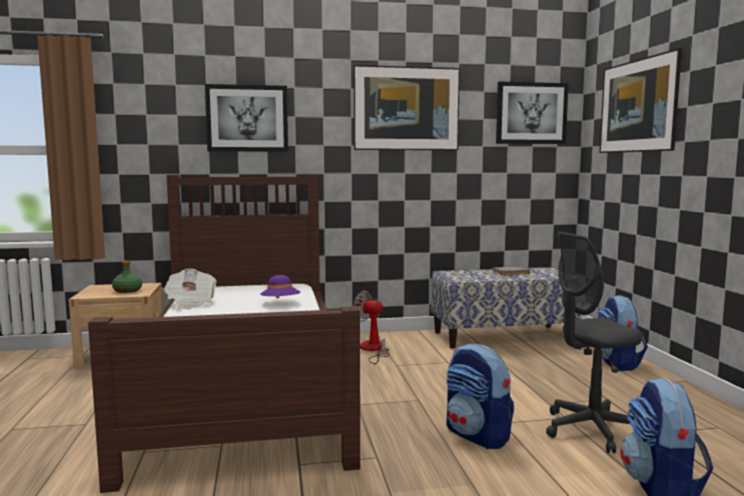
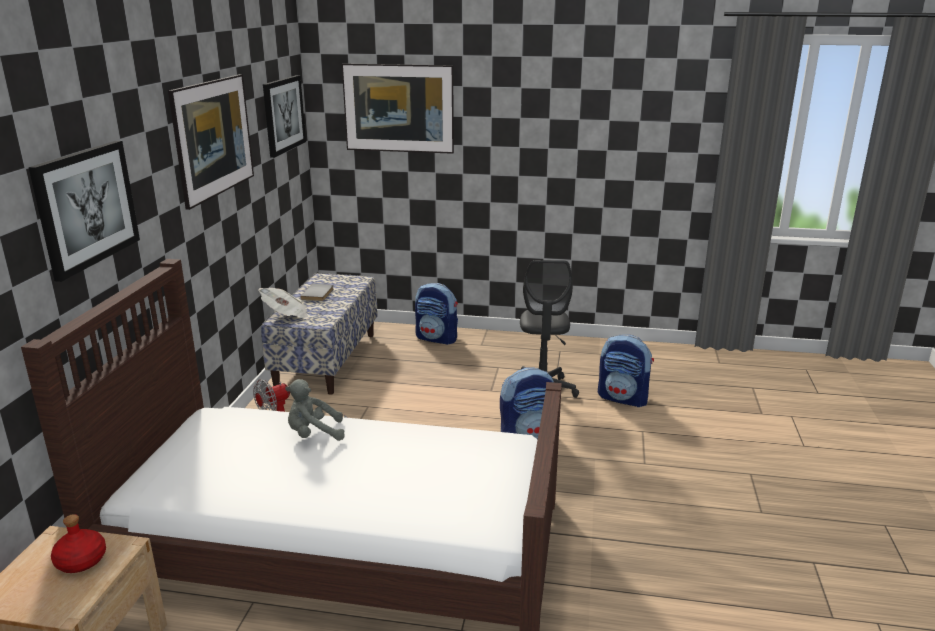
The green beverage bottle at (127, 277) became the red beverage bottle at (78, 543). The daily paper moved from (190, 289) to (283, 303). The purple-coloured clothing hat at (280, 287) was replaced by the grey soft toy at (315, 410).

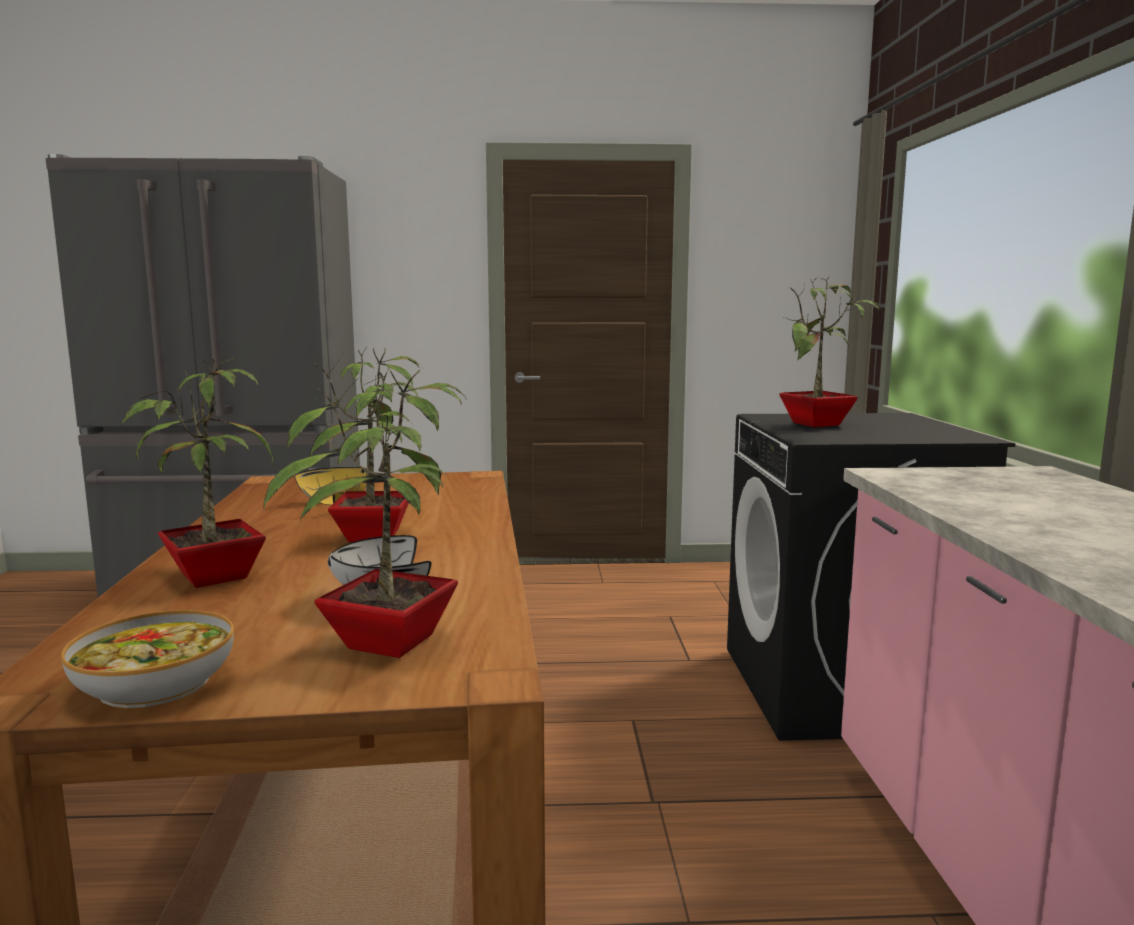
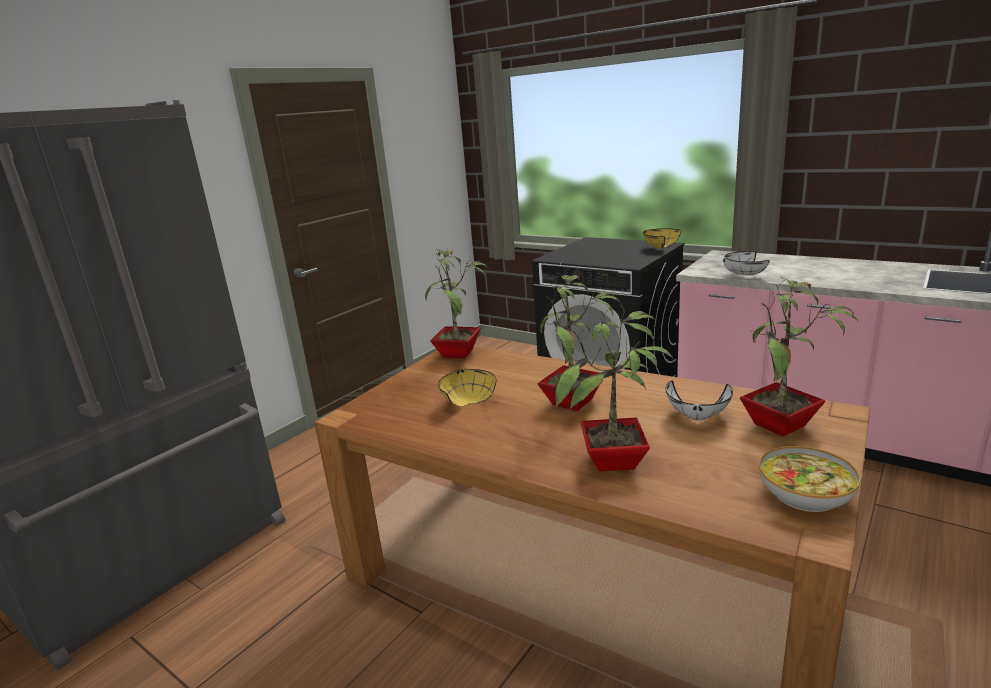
The potted plant moved from (830, 351) to (456, 304). The yellow bowl at (662, 238) appeared. The white-coloured bowl at (746, 263) appeared.

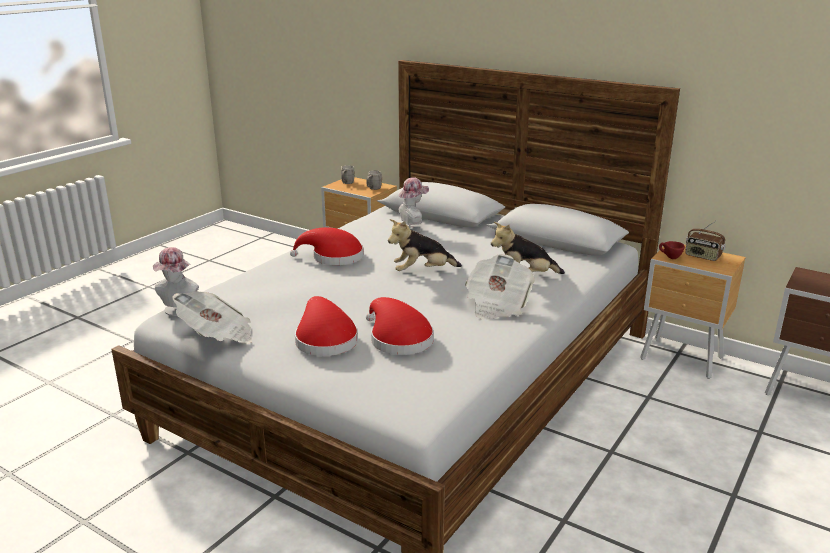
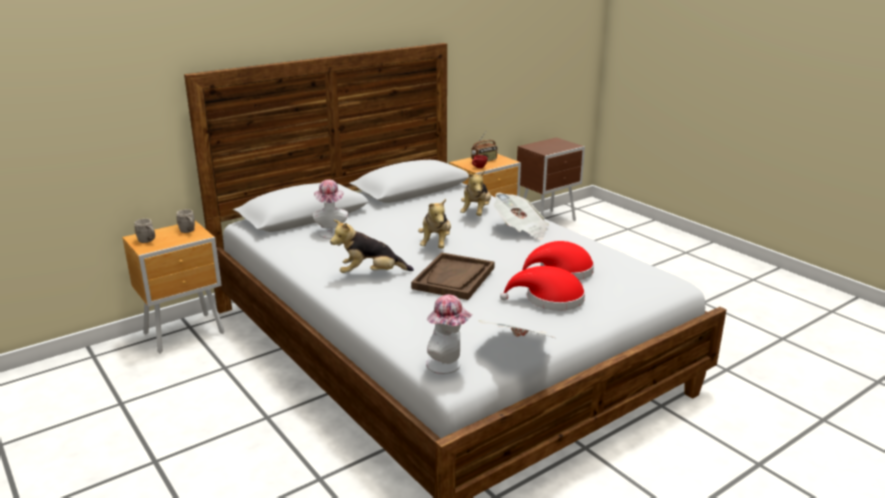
The red clothing hat at (326, 246) was replaced by the soft toy at (372, 246). The brown carrying tray at (453, 276) appeared.

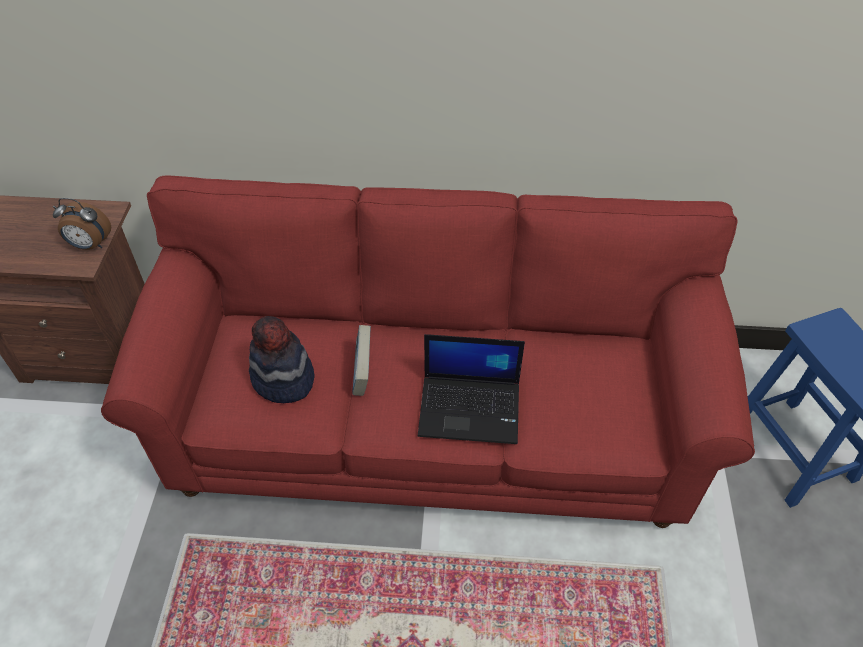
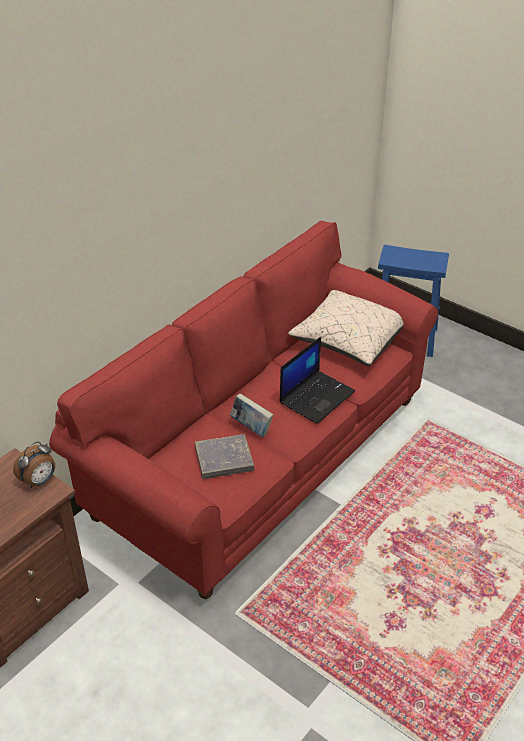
The clothing hat at (281, 359) was replaced by the grey bound book at (224, 456). The sand-coloured pillow at (346, 328) appeared.

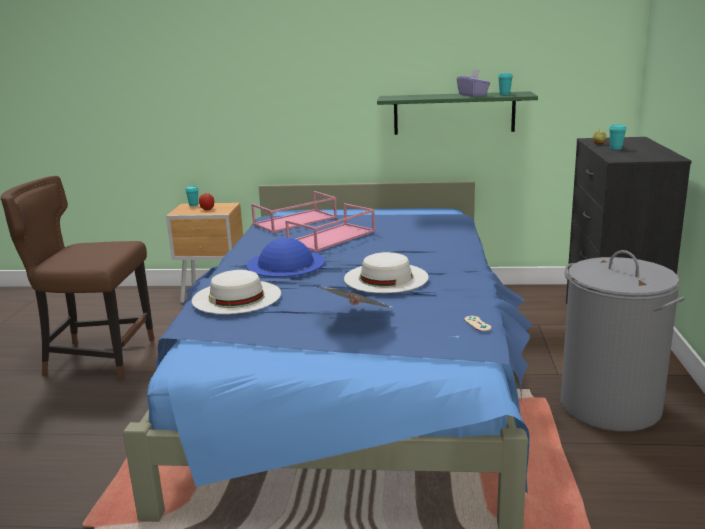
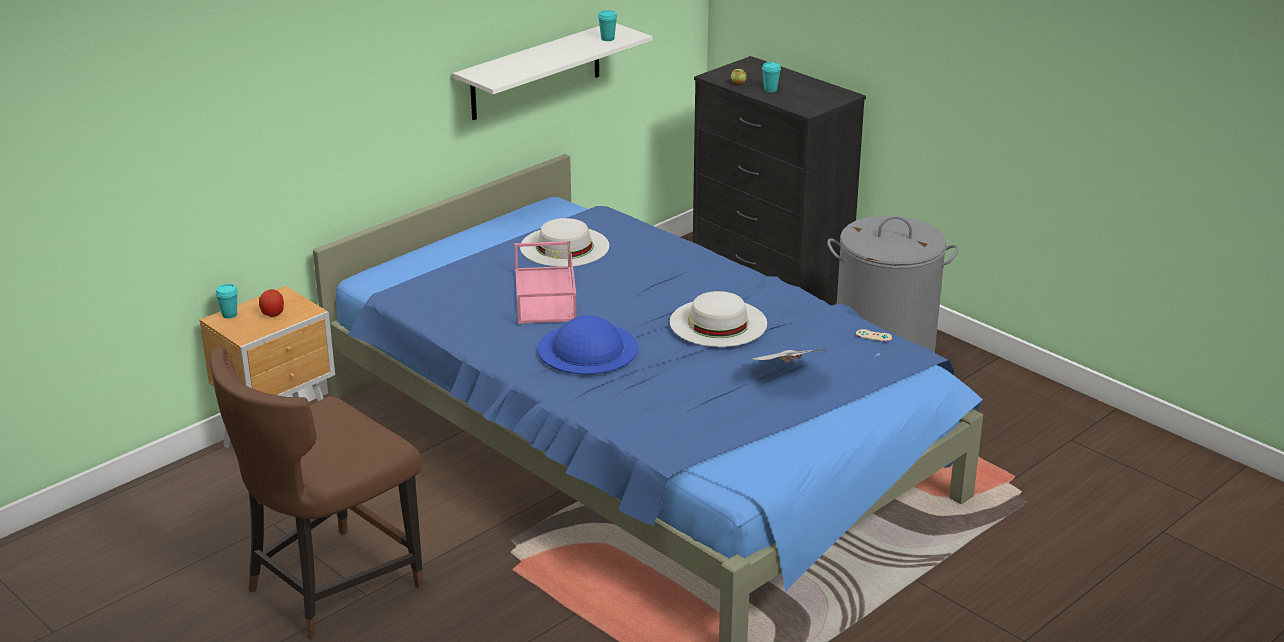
The purple-coloured tissue box at (473, 83) disappeared. The green bracket shelf at (457, 113) became the white-coloured bracket shelf at (552, 71). The pink carrying tray at (294, 212) disappeared. The white-coloured clothing hat moved from (236, 292) to (564, 242).

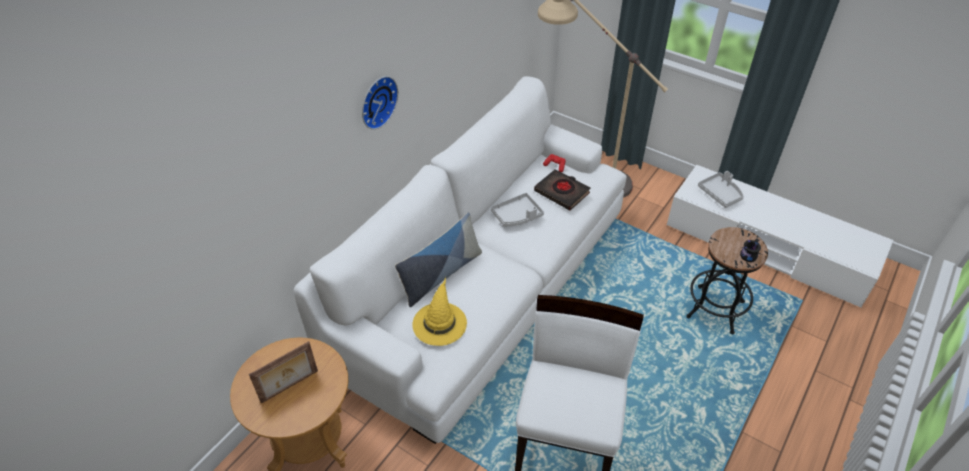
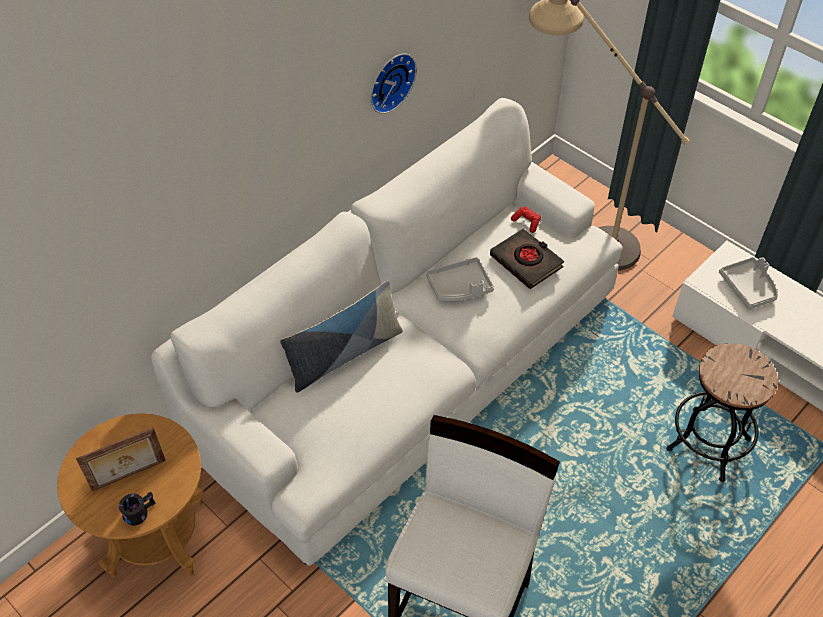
The clock on the wall moved from (380, 103) to (394, 84). The black tea mug moved from (750, 250) to (137, 508). The yellow clothing hat at (440, 311) disappeared.

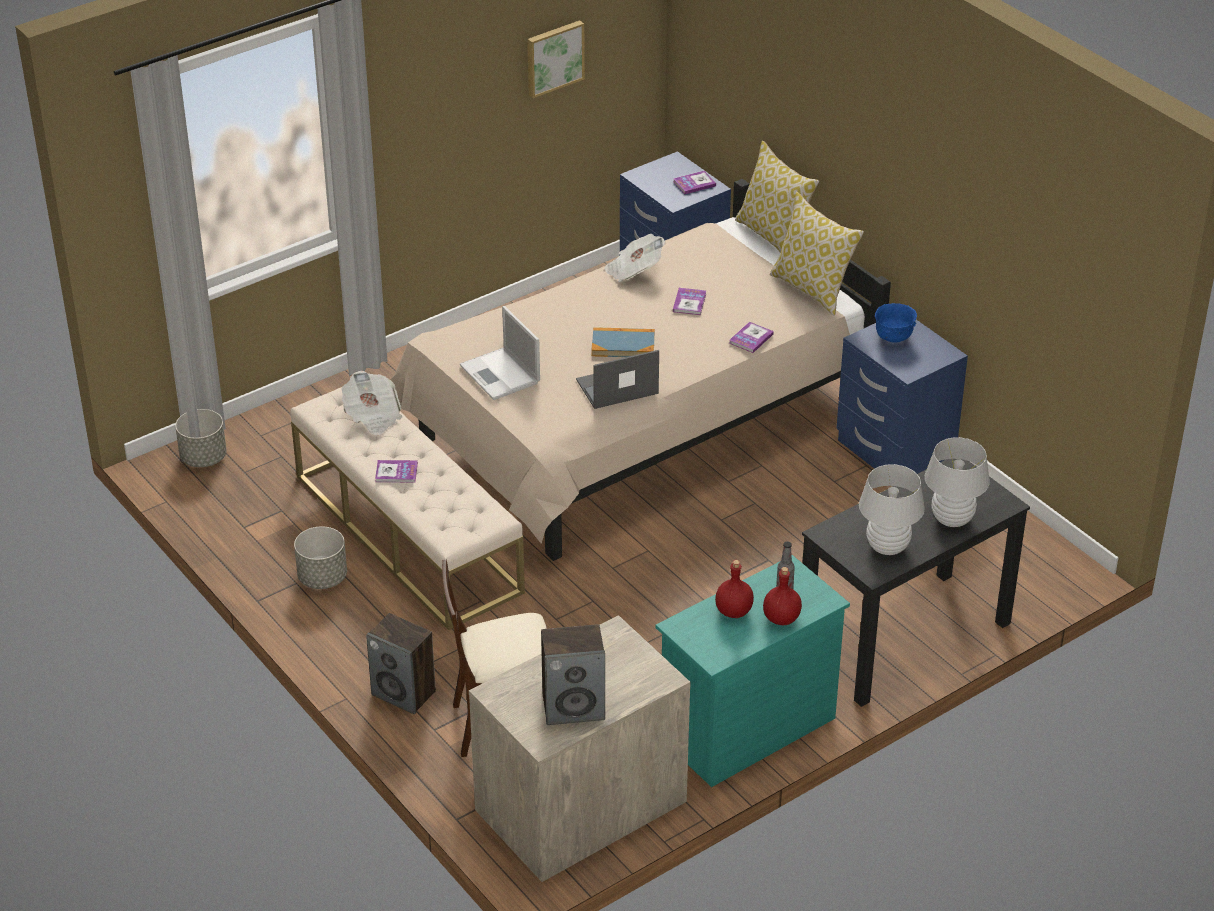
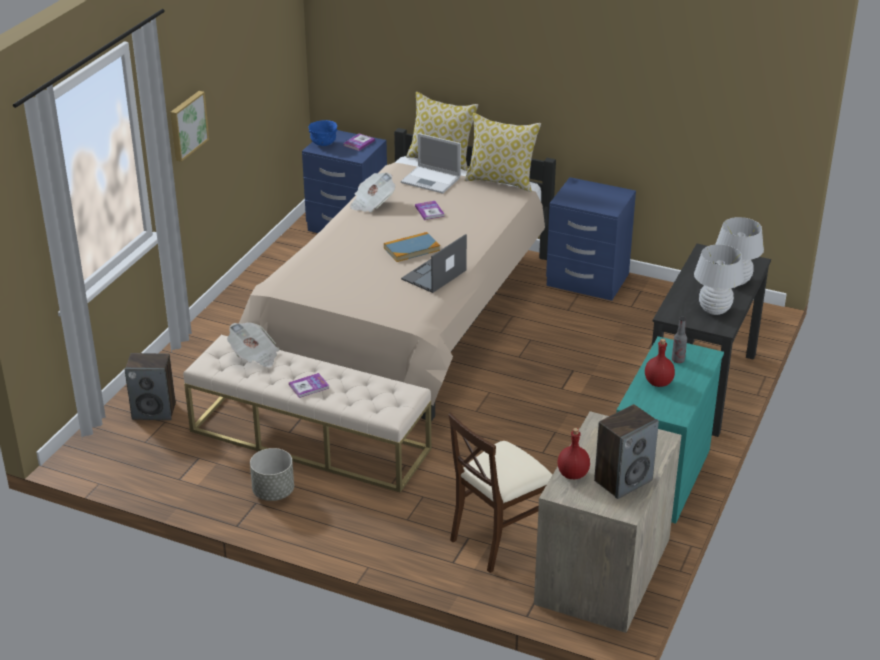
The wall art moved from (556, 59) to (189, 126). The blue-coloured bowl moved from (896, 323) to (323, 133). The laptop moved from (500, 353) to (431, 163). The bound book at (751, 337) disappeared. The grey flower pot at (201, 438) disappeared. The red beverage bottle moved from (782, 596) to (574, 453). The speaker moved from (401, 663) to (150, 386).

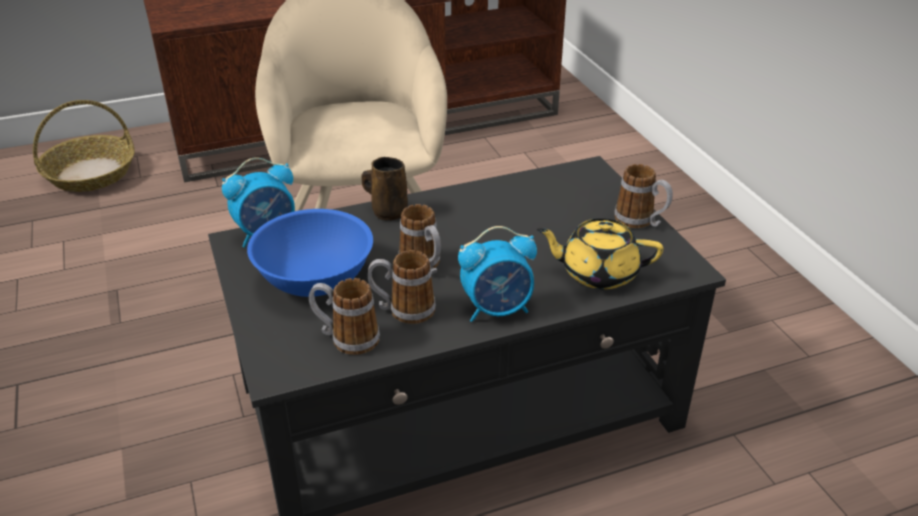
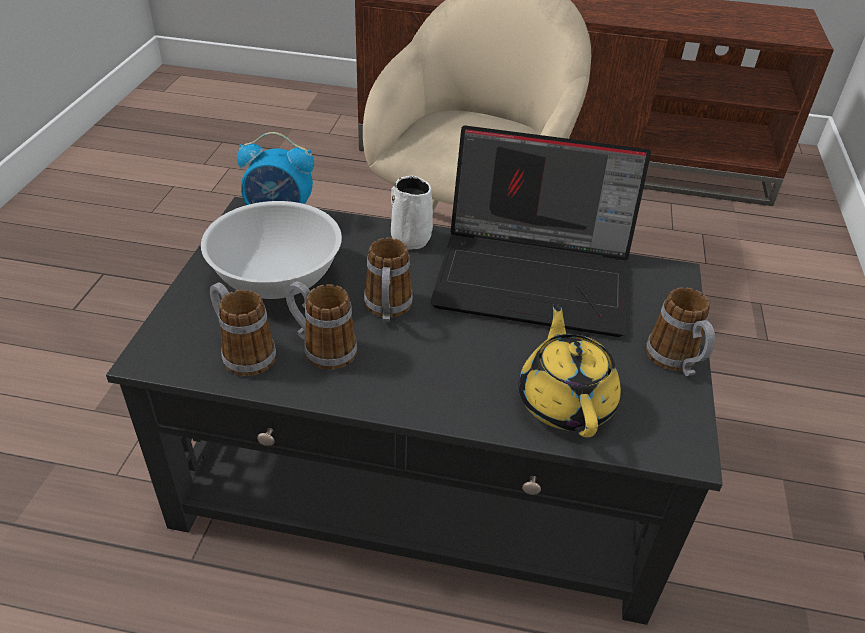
The basket at (84, 146) disappeared. The brown tea mug at (385, 188) became the white-coloured tea mug at (412, 213). The blue-coloured bowl at (310, 253) became the white-coloured bowl at (271, 250). The yellow pot for tea at (600, 253) turned 45 degrees clockwise. The alarm clock at (497, 274) disappeared. The laptop at (541, 231) appeared.

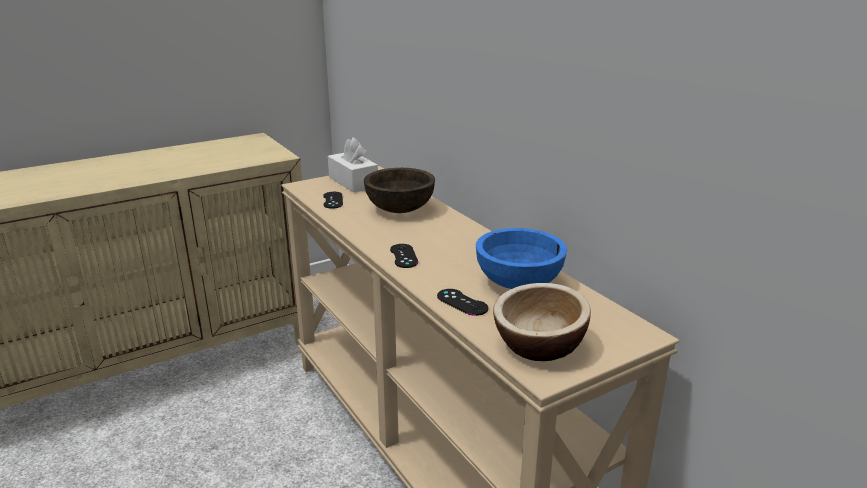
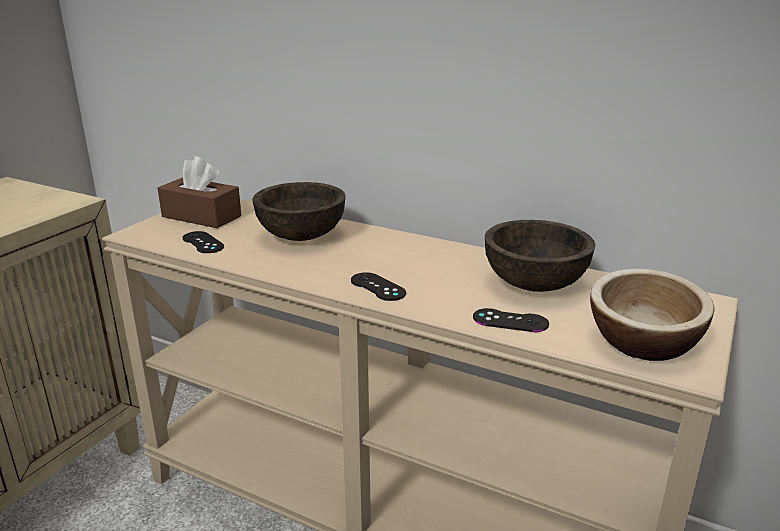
The white-coloured tissue box at (353, 165) became the brown tissue box at (199, 192). The blue-coloured bowl at (521, 258) became the brown bowl at (540, 256).

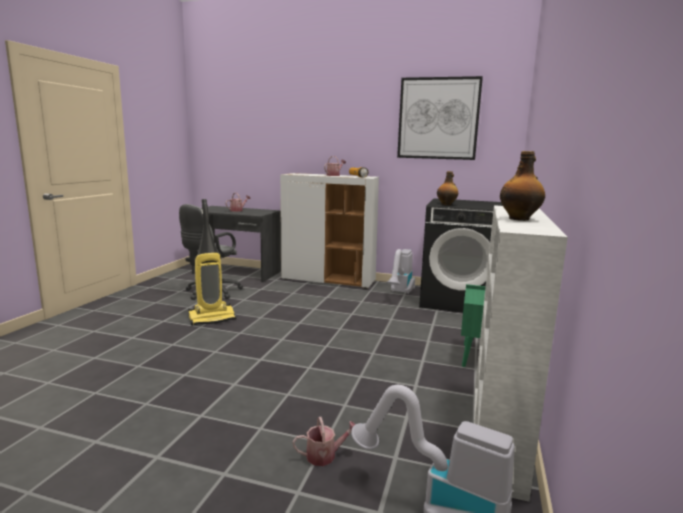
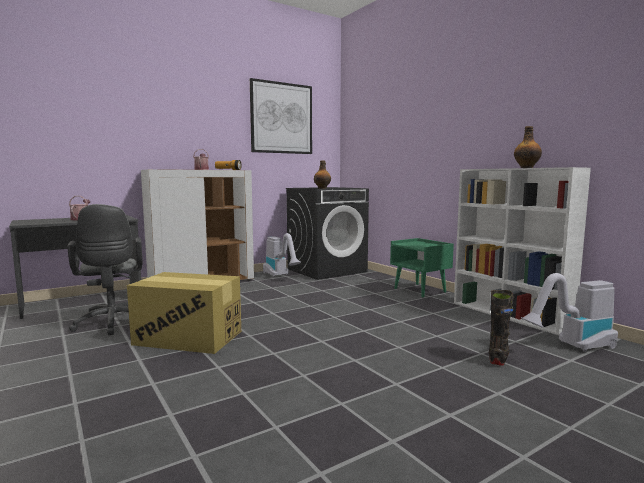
The hoover at (212, 262) was replaced by the cardboard box at (184, 313). The watering pot at (324, 441) was replaced by the black tall boot at (501, 328).

